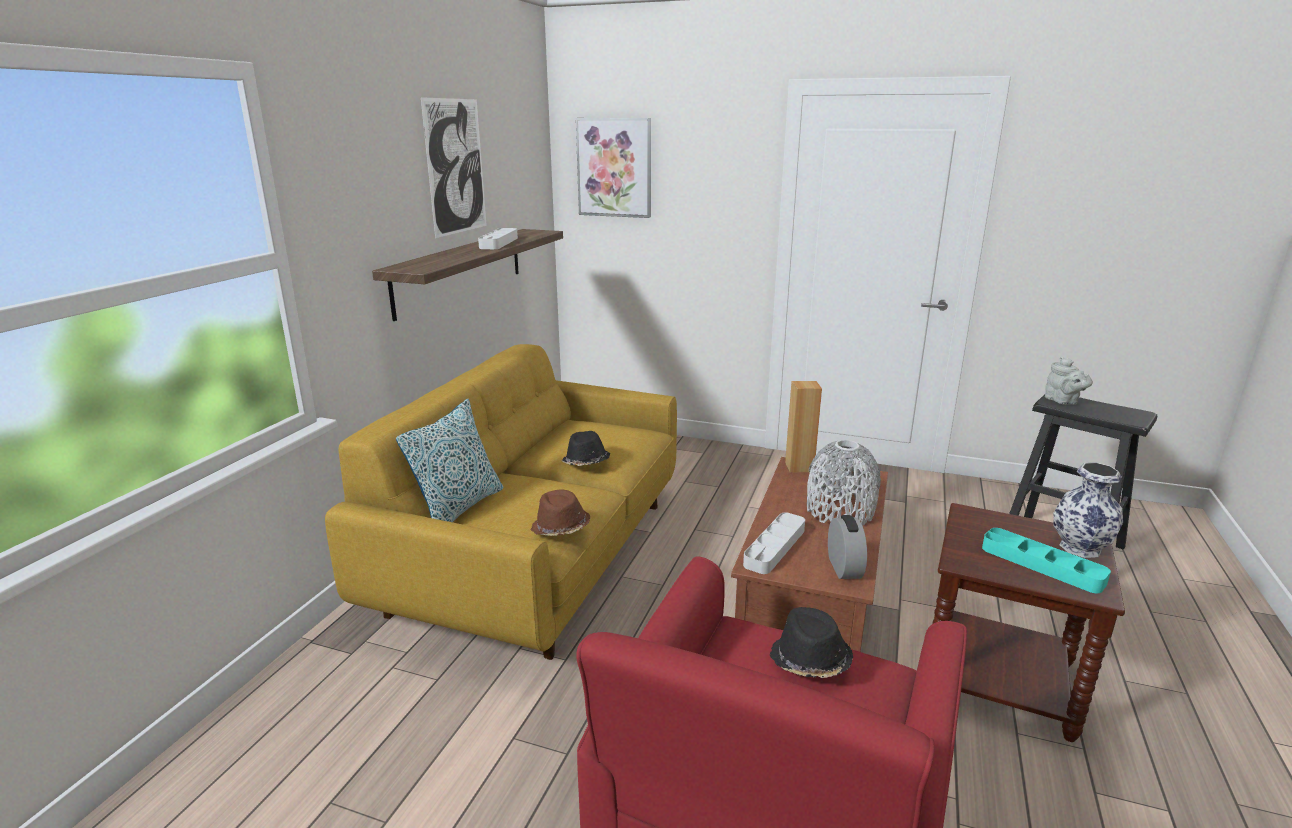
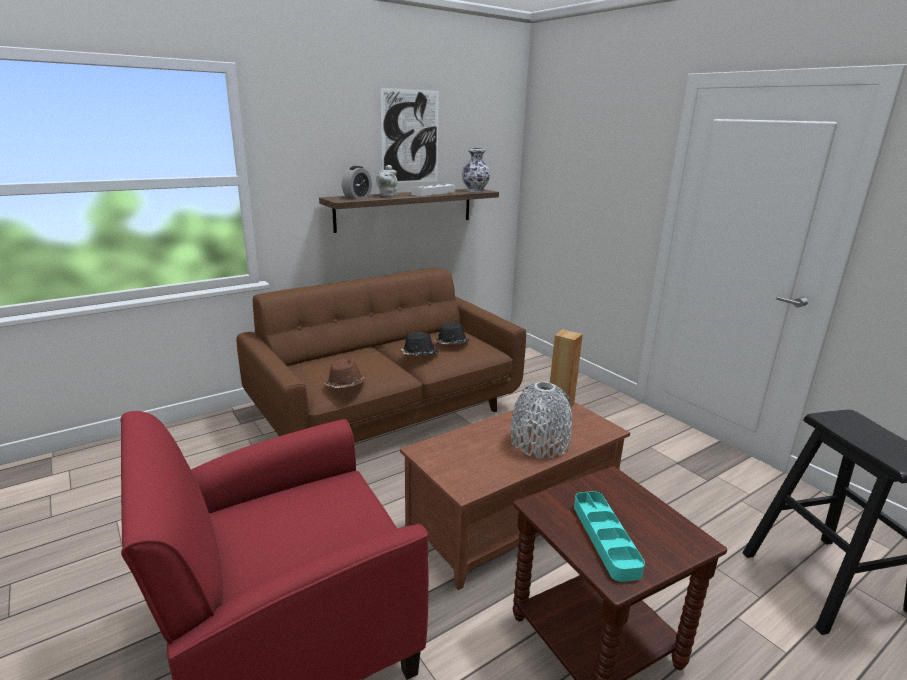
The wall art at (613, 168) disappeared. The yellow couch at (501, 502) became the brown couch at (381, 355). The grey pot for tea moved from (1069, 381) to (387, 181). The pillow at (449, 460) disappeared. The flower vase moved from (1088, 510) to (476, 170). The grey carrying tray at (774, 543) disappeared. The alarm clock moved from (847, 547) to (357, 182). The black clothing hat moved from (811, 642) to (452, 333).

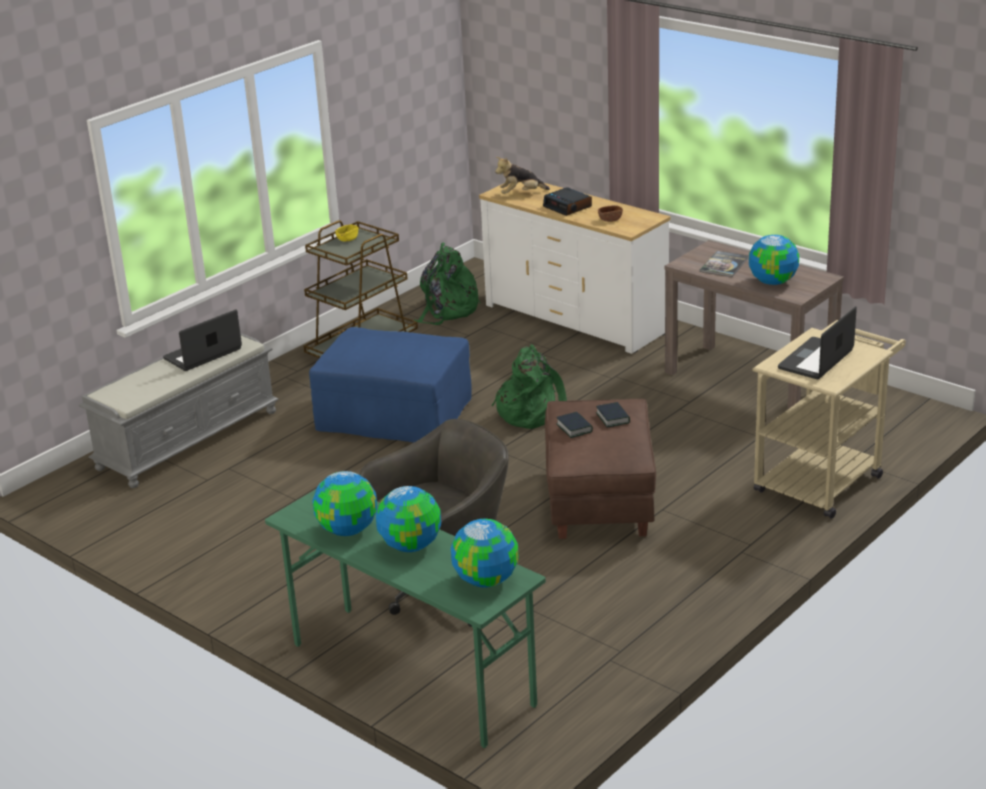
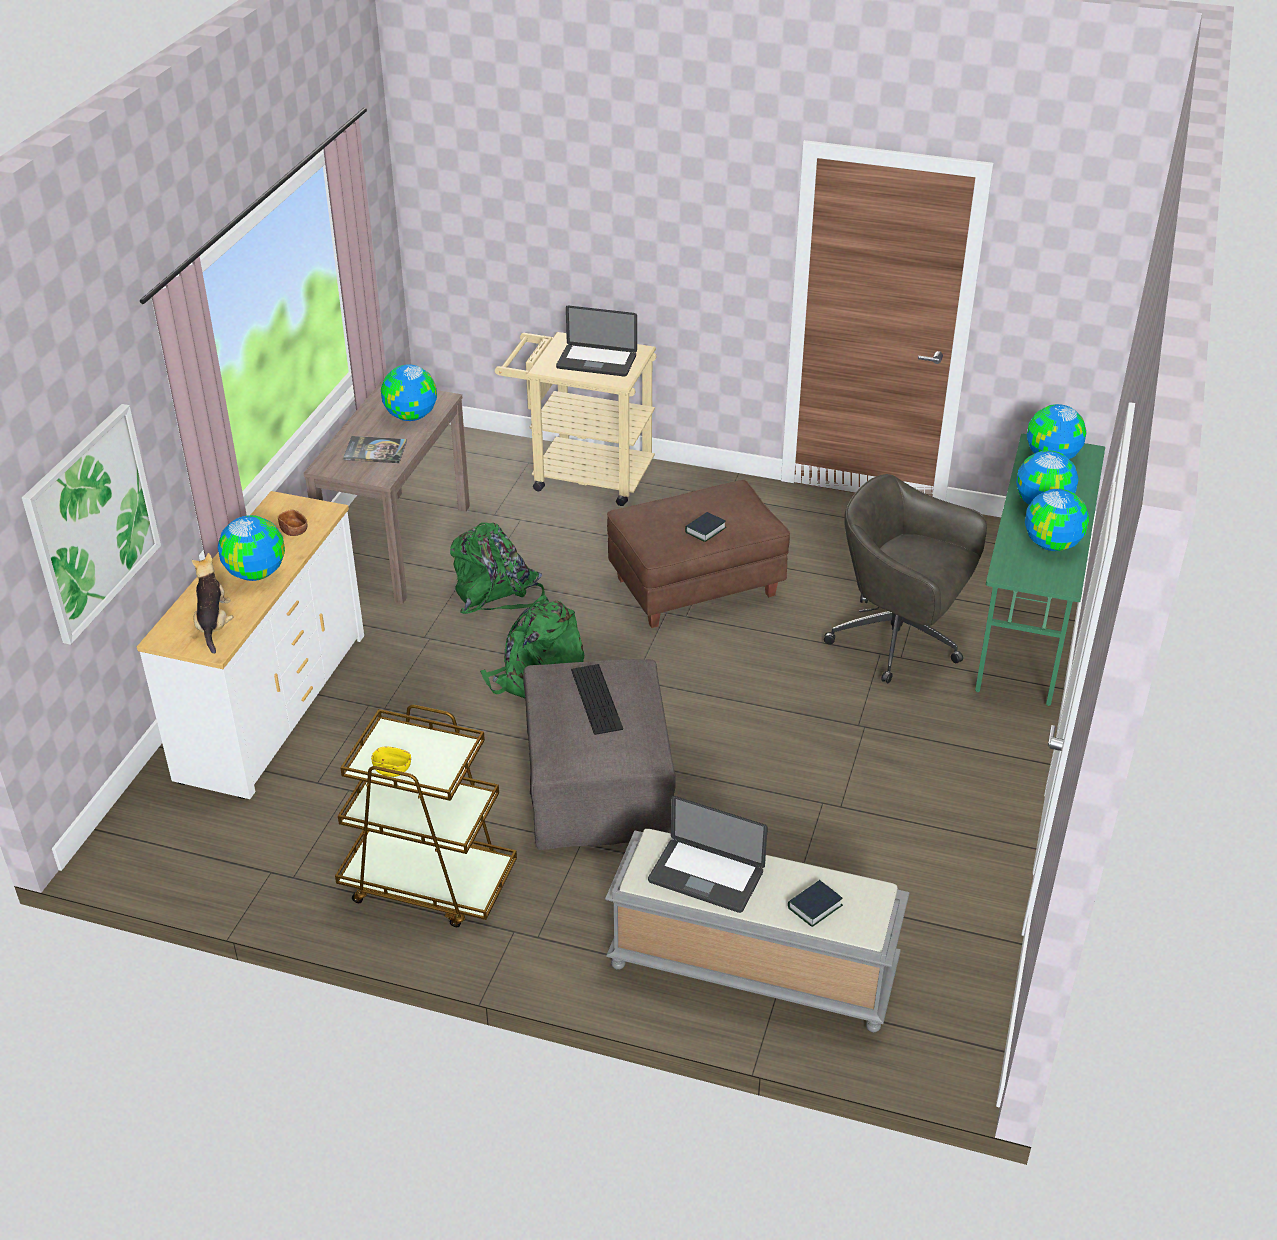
The soft toy at (522, 175) turned 150 degrees counterclockwise. The alarm clock at (567, 201) was replaced by the globe at (251, 548). The green backpack moved from (447, 283) to (497, 568). The blue-coloured footrest at (390, 384) became the grey footrest at (599, 754). The bound book moved from (613, 415) to (815, 903). The wall art at (91, 524) appeared. The computer keyboard at (597, 699) appeared.

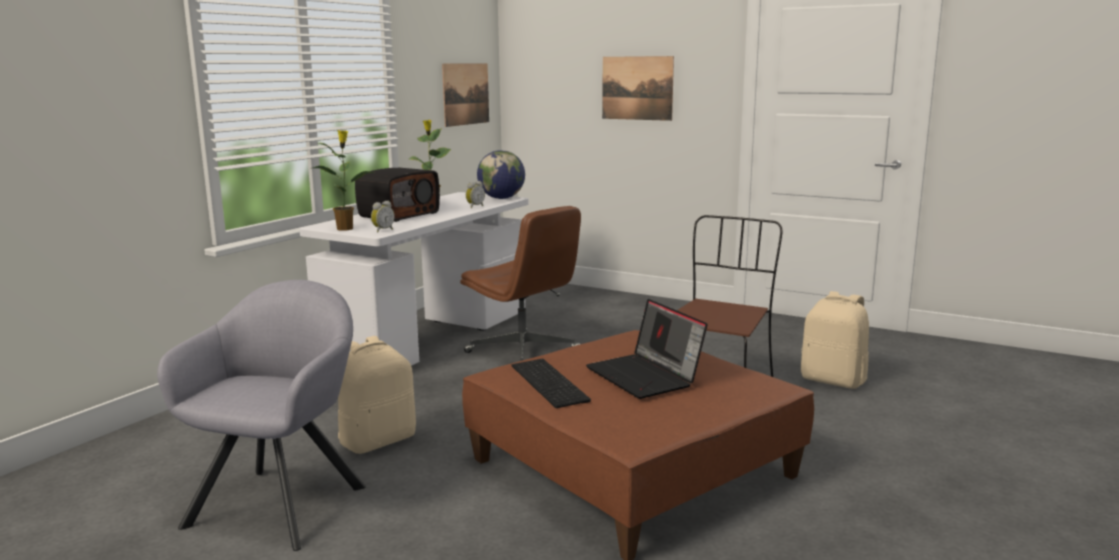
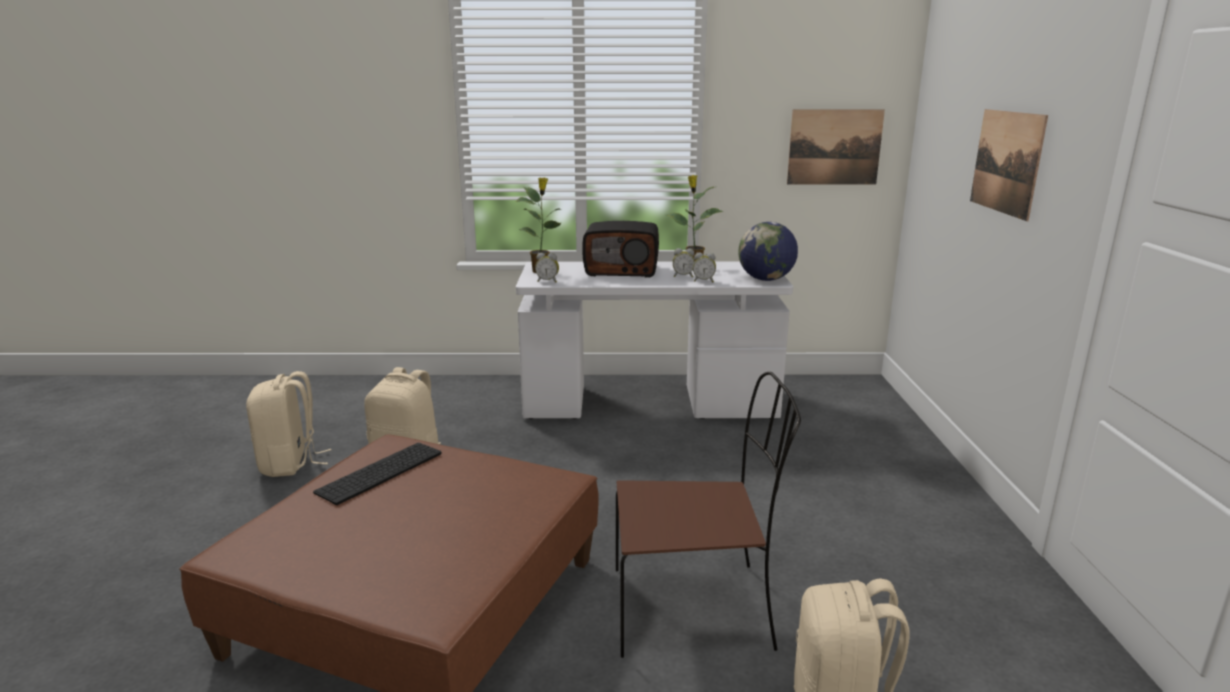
The brown computer chair at (520, 283) disappeared. The grey lounge chair at (261, 415) was replaced by the sand-coloured backpack at (288, 424). The laptop at (647, 349) disappeared. The alarm clock at (684, 262) appeared.

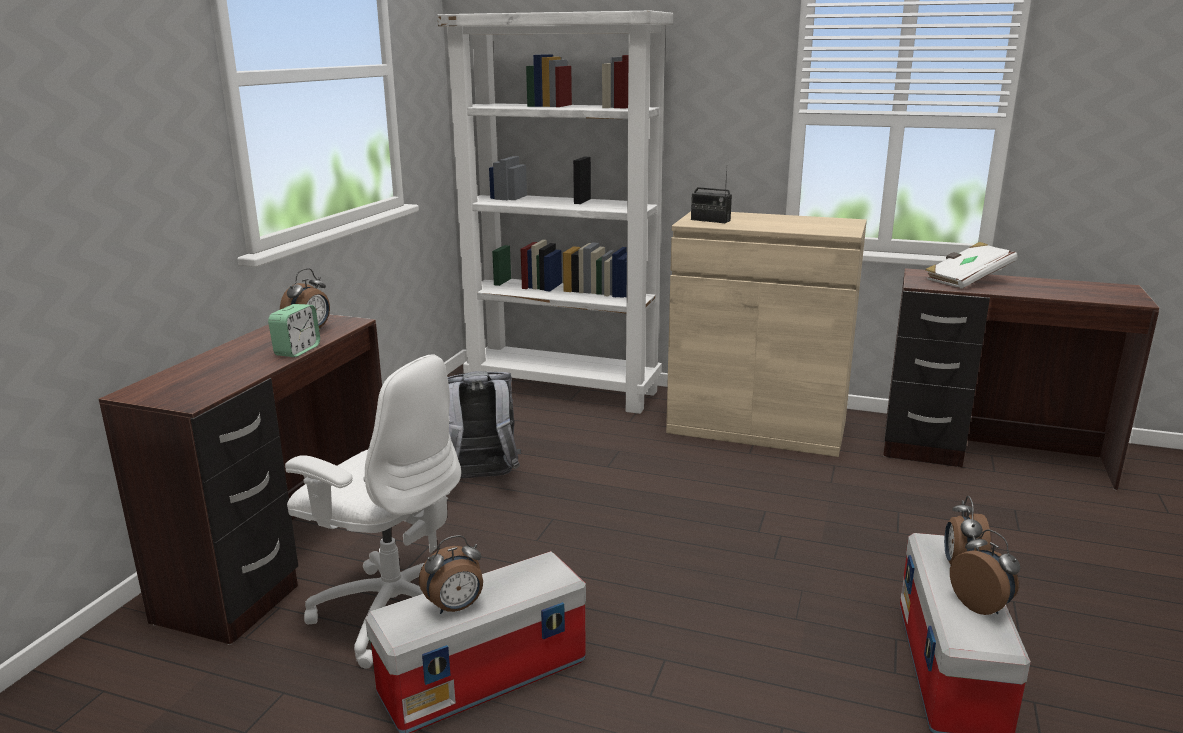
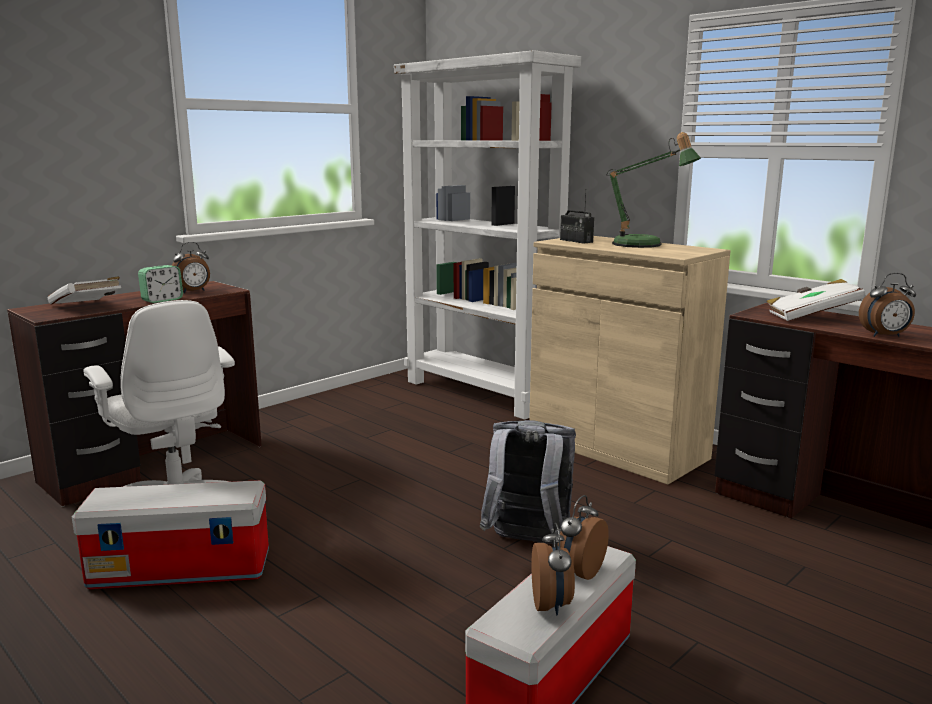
The grey backpack moved from (484, 424) to (528, 482). The alarm clock moved from (451, 574) to (887, 305). The lamp for a table at (654, 190) appeared. The white-coloured bound book at (84, 290) appeared.

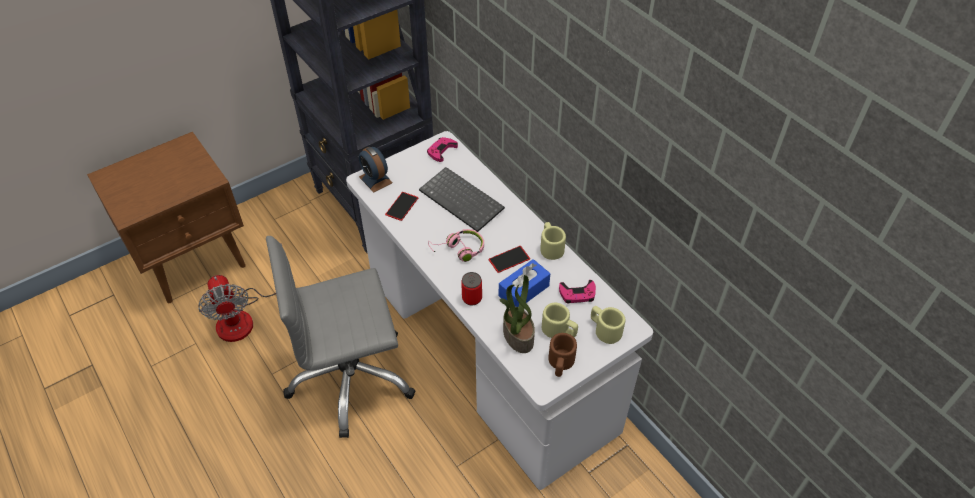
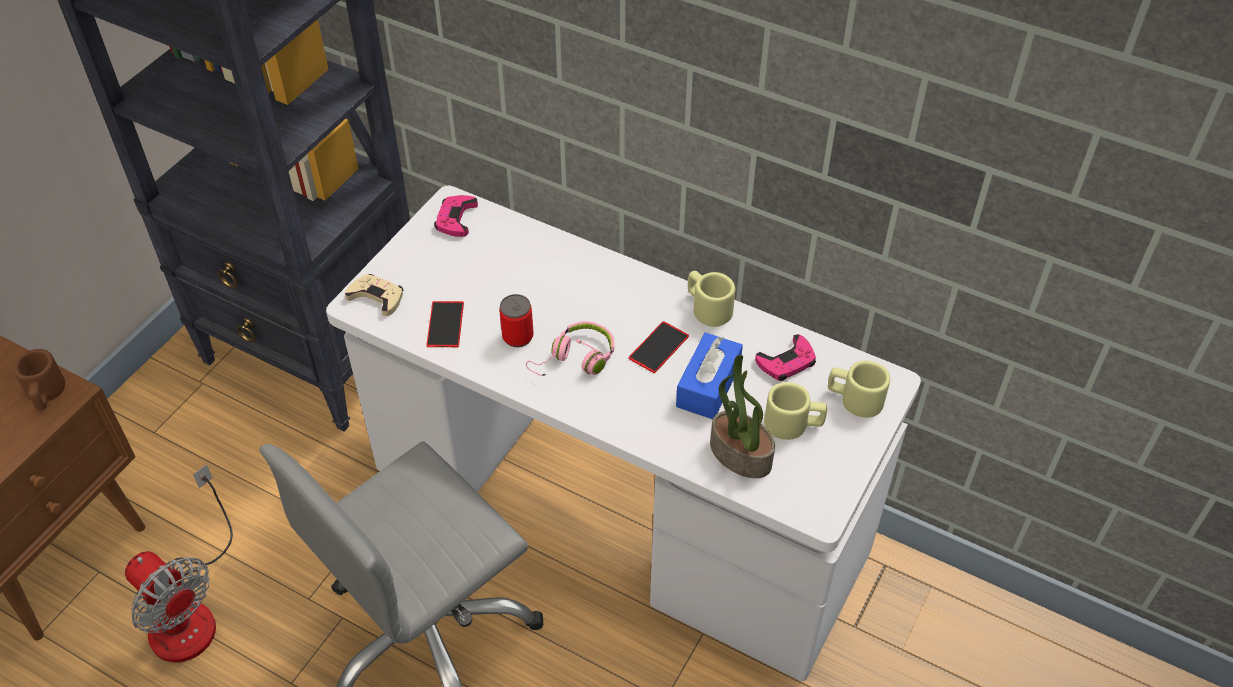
The alarm clock at (376, 169) was replaced by the sand-coloured game controller at (374, 295). The computer keyboard at (462, 199) disappeared. The sealed can moved from (471, 288) to (516, 320). The brown tea mug moved from (562, 355) to (39, 379).

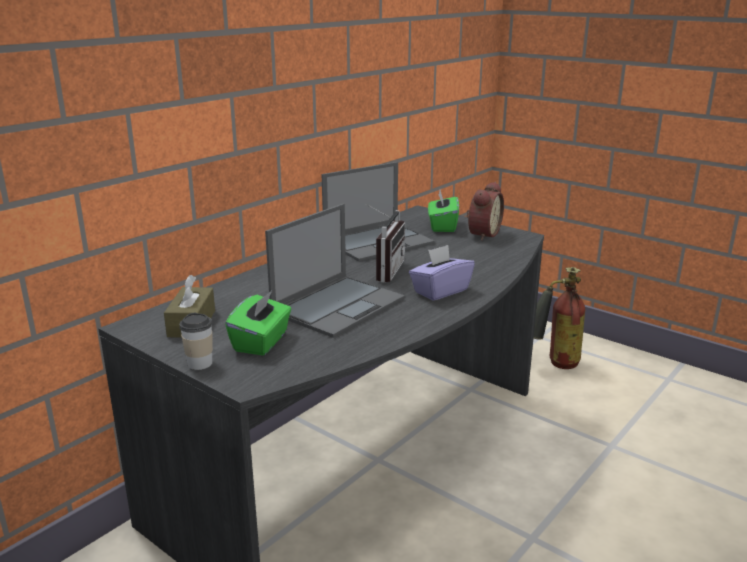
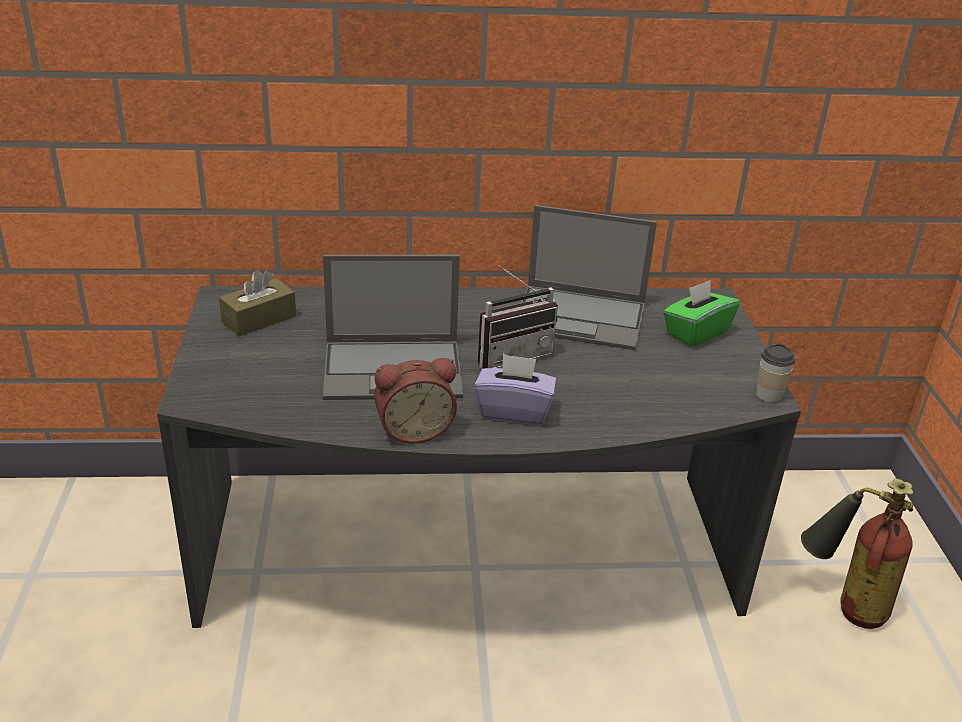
The alarm clock moved from (485, 211) to (415, 401). The green tissue box at (258, 323) disappeared. The drinking cup moved from (196, 341) to (776, 373).

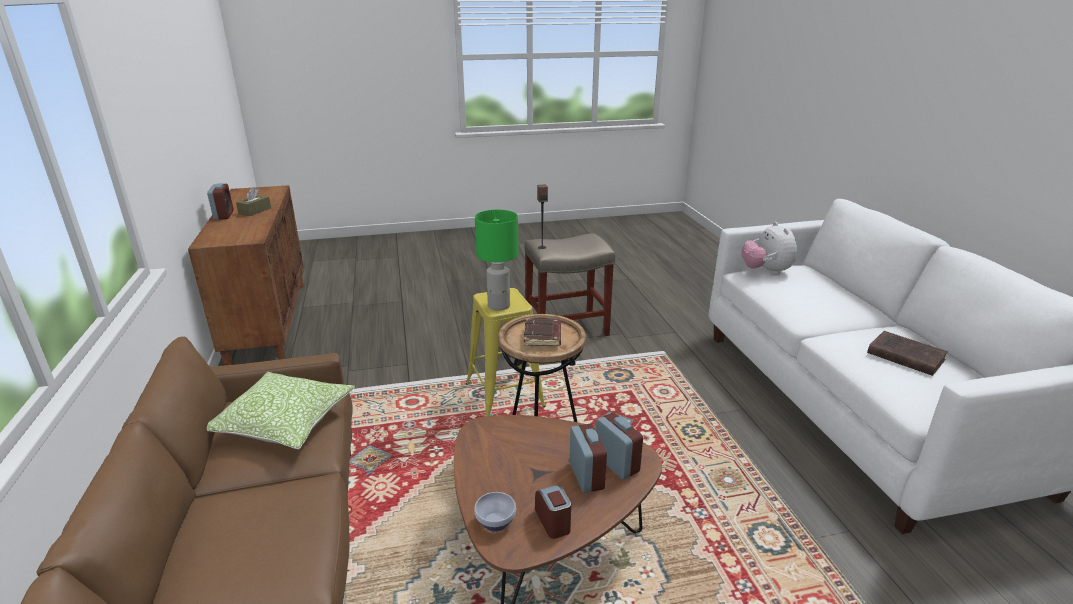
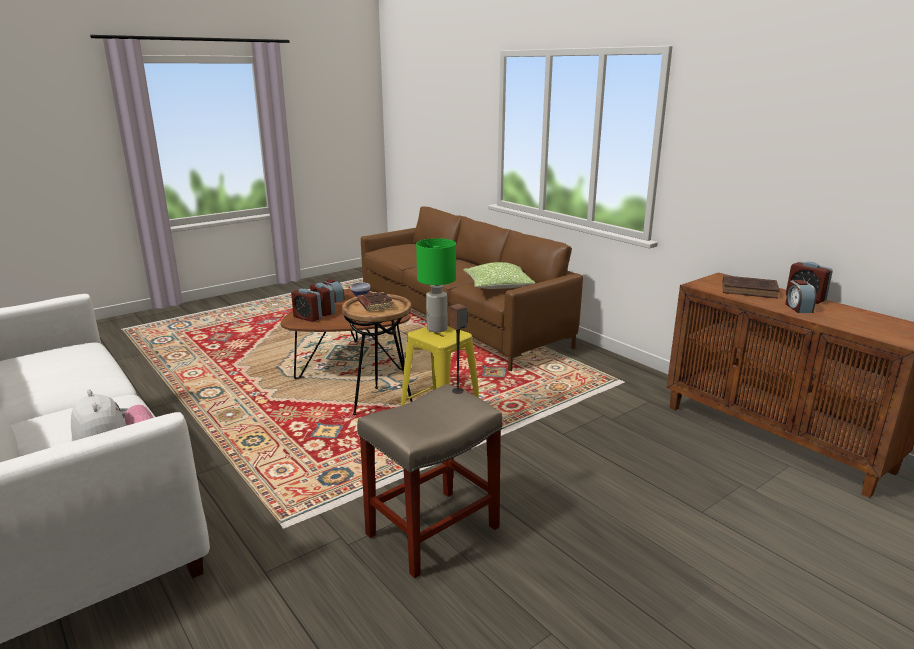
The brown tissue box at (253, 202) was replaced by the alarm clock at (800, 296). The brown bound book moved from (907, 353) to (751, 287).

